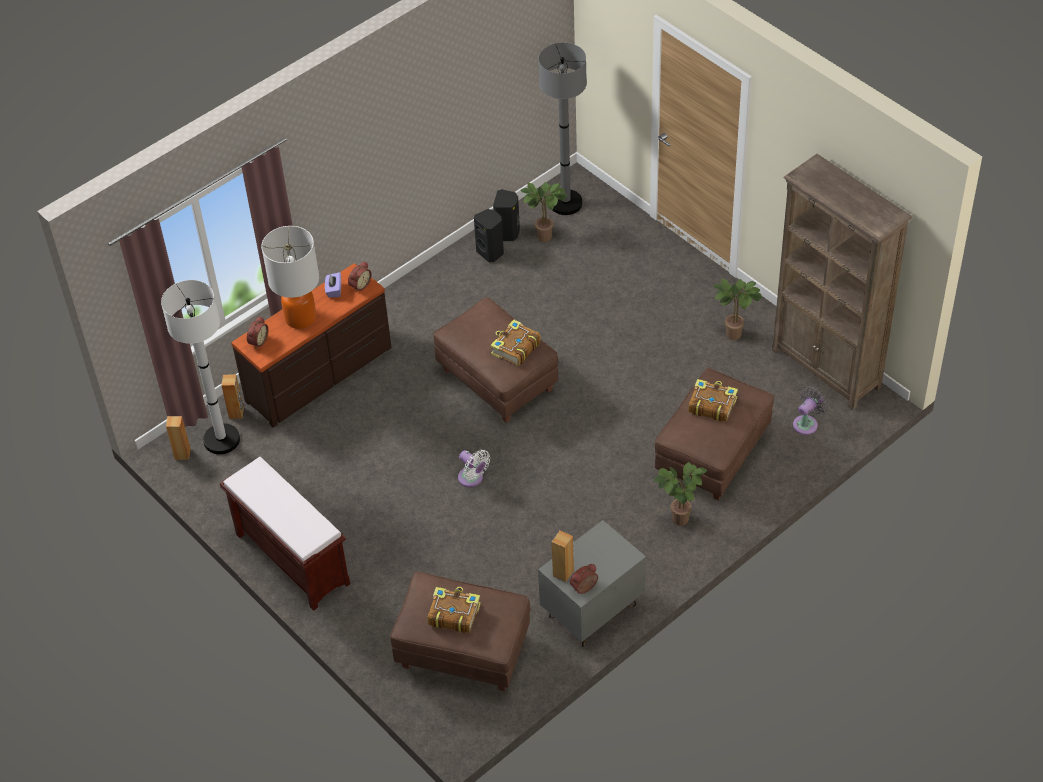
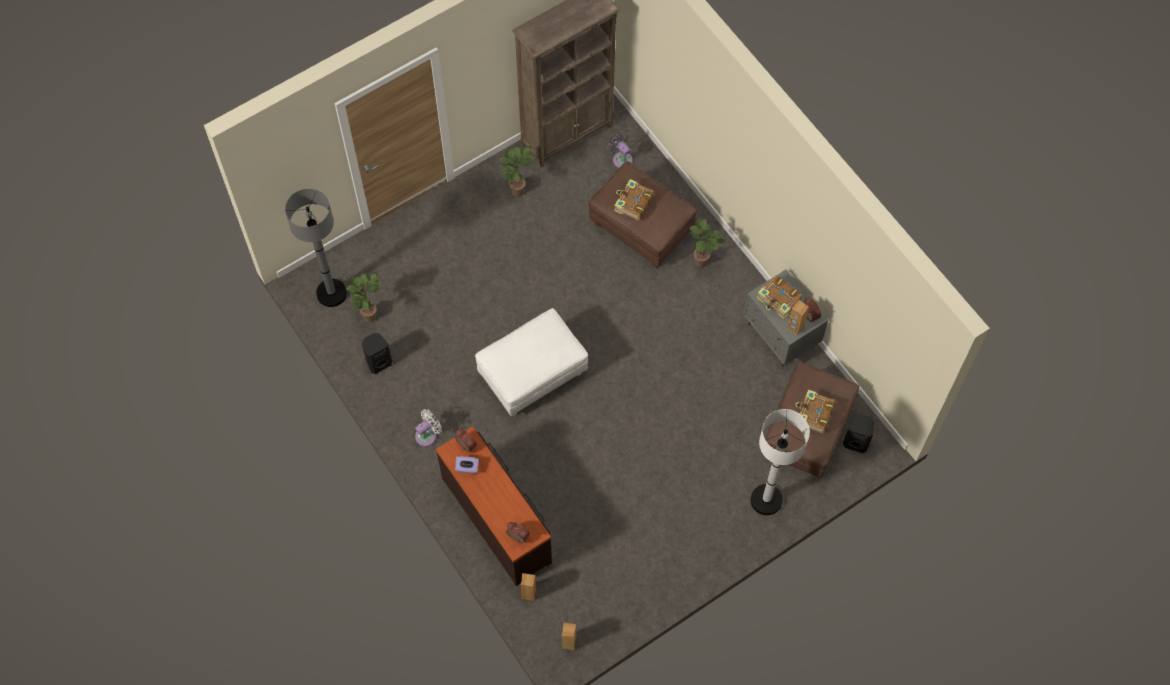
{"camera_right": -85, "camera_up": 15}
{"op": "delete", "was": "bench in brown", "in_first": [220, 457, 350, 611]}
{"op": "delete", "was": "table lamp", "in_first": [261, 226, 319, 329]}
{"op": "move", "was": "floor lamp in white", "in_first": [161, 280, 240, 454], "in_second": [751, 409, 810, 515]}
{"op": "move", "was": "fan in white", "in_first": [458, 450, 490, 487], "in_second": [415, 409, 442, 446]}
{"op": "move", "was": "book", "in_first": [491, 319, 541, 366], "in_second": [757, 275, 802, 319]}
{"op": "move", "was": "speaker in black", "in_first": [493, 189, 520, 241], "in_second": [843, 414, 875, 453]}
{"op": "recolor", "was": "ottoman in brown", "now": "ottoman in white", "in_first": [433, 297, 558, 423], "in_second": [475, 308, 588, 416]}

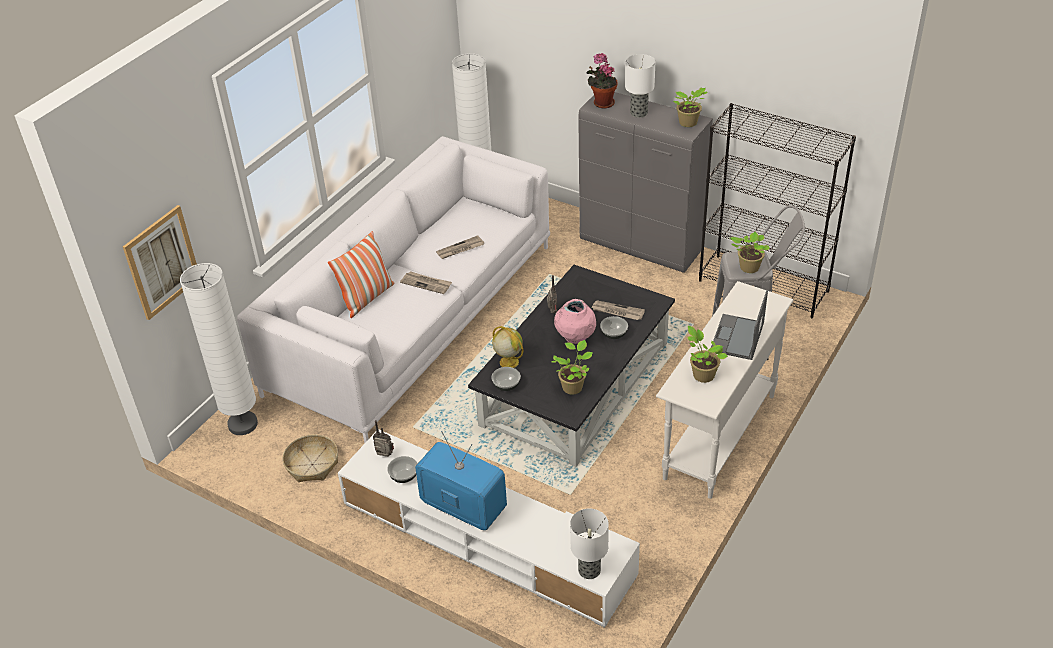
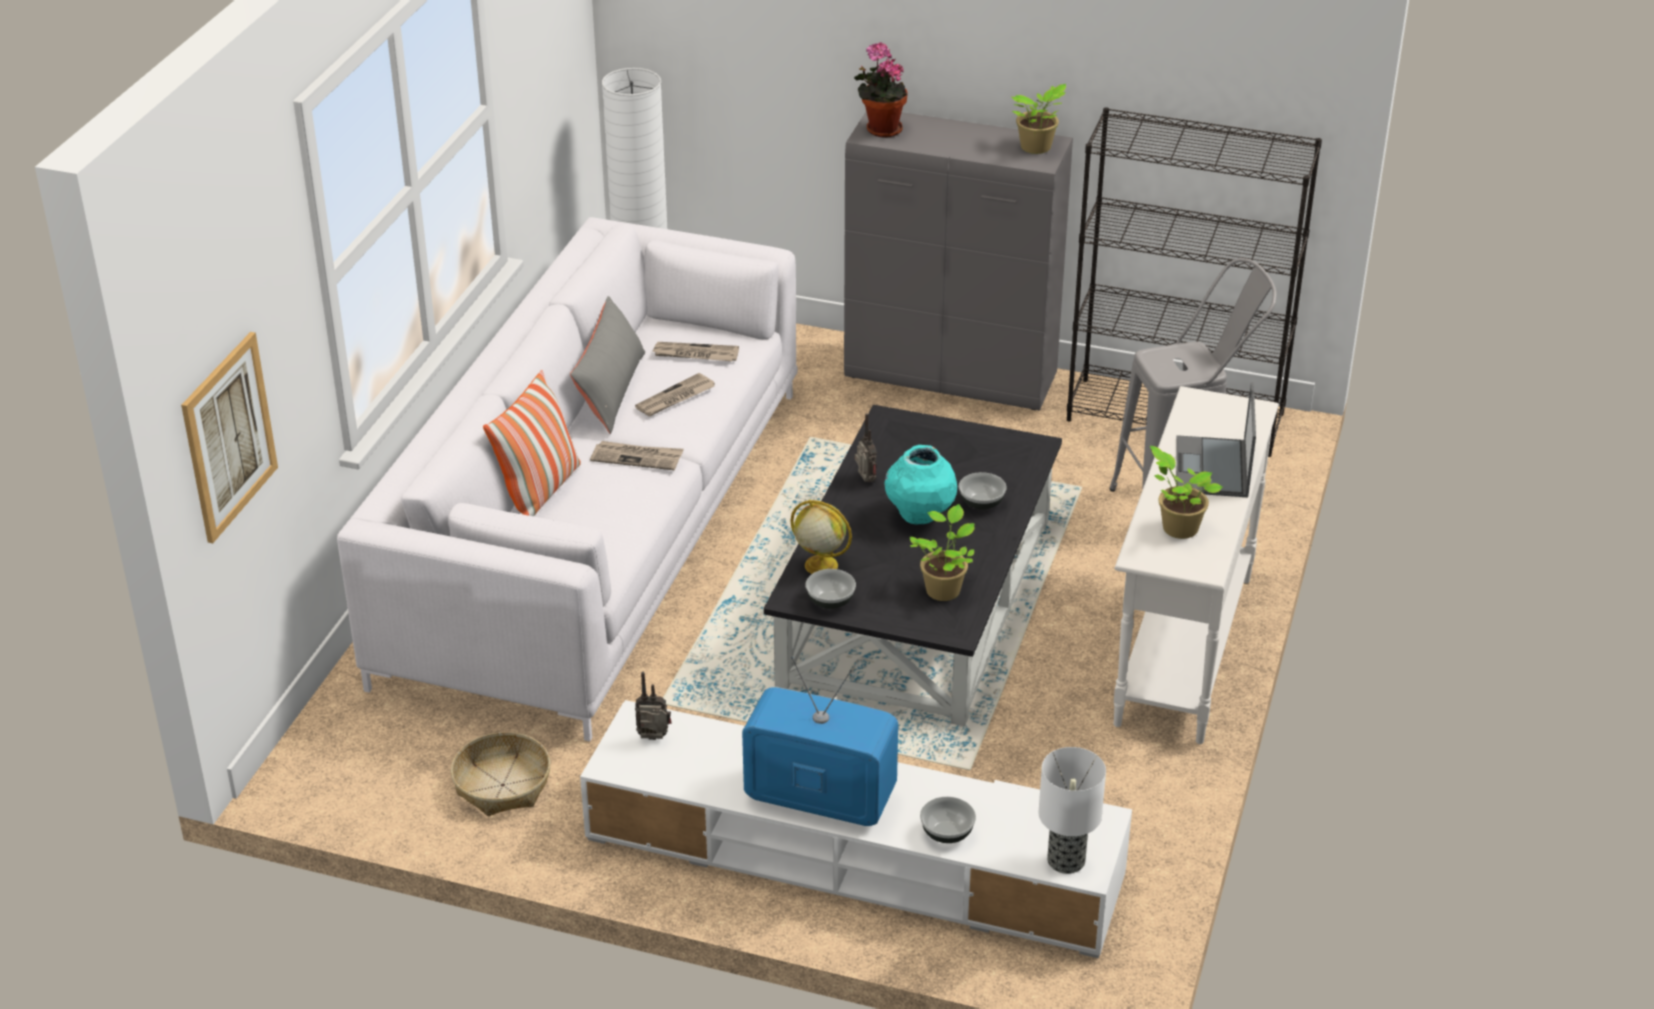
{"camera_right": -15, "camera_up": -5}
{"op": "delete", "was": "floor lamp in white", "in_first": [180, 263, 258, 435]}
{"op": "delete", "was": "table lamp", "in_first": [625, 54, 655, 118]}
{"op": "delete", "was": "potted plant", "in_first": [730, 232, 770, 273]}
{"op": "insert", "now": "pillow in grey", "in_second": [570, 296, 645, 434]}
{"op": "move", "was": "bowl", "in_first": [387, 456, 418, 483], "in_second": [920, 797, 976, 843]}
{"op": "move", "was": "newspaper", "in_first": [591, 301, 645, 320], "in_second": [652, 342, 739, 361]}
{"op": "recolor", "was": "vase in pink", "now": "vase in turquoise", "in_first": [554, 299, 596, 344], "in_second": [885, 445, 957, 525]}

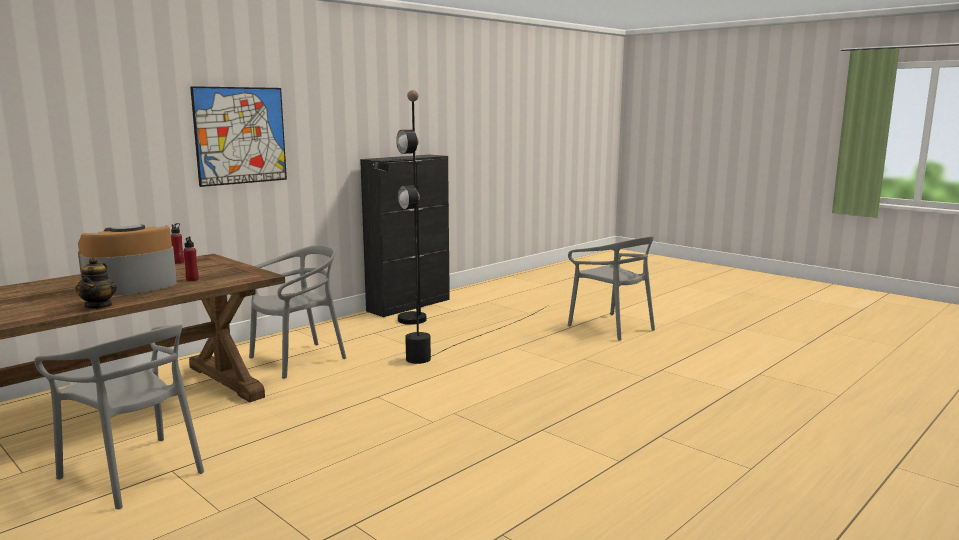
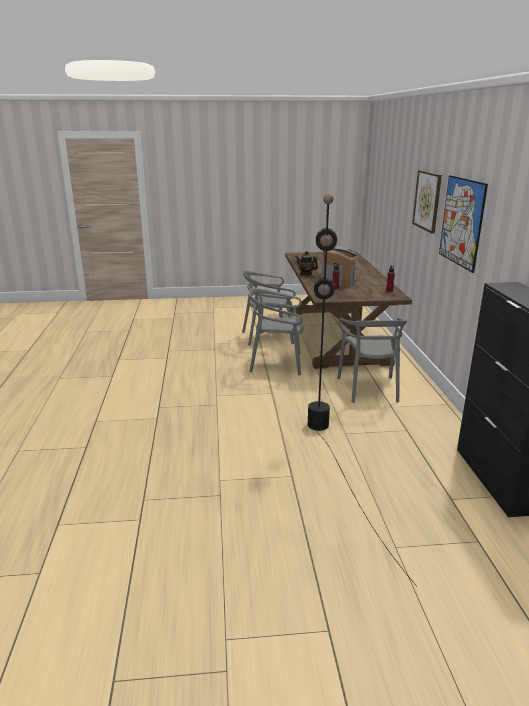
{"camera_right": 130, "camera_up": 10}
{"op": "delete", "was": "floor lamp in black", "in_first": [372, 160, 426, 325]}
{"op": "insert", "now": "picture", "in_second": [412, 170, 442, 233]}
{"op": "move", "was": "chair in grey", "in_first": [568, 236, 655, 340], "in_second": [249, 288, 303, 376]}

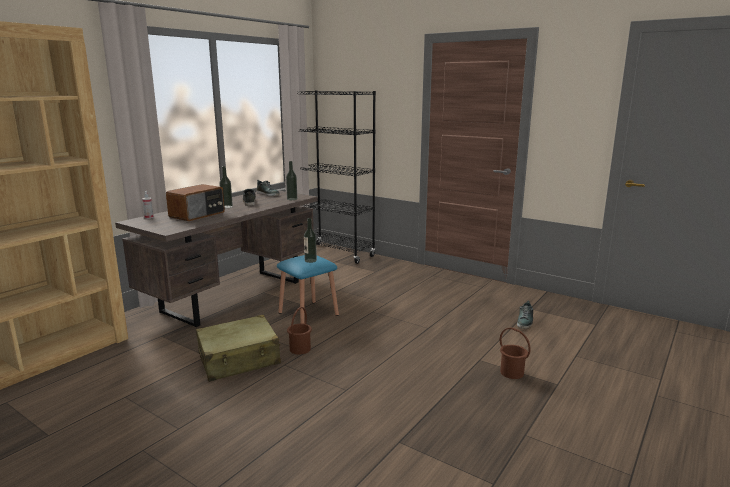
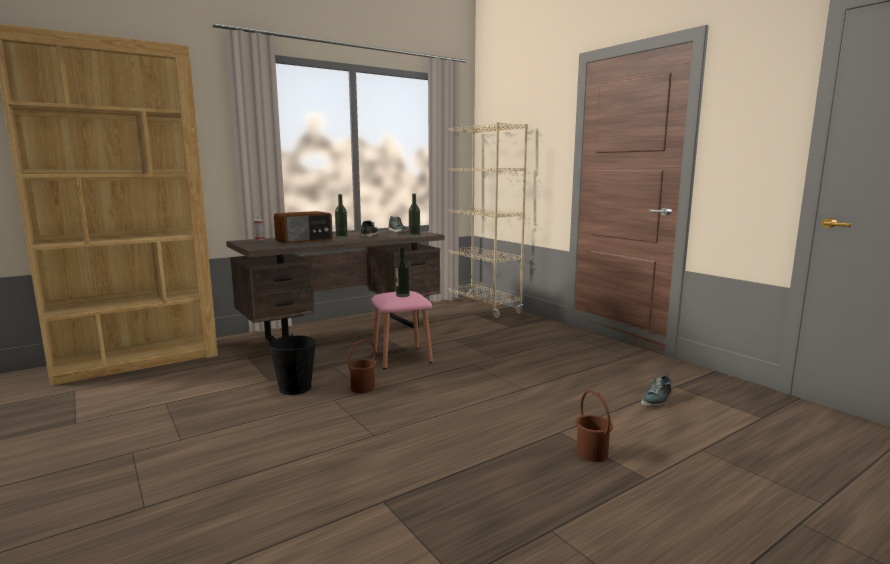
{"camera_right": 20, "camera_up": -5}
{"op": "replace", "was": "suitcase in beige", "now": "bucket in black", "in_first": [196, 315, 281, 382], "in_second": [268, 333, 316, 395]}
{"op": "recolor", "was": "stool in blue", "now": "stool in pink", "in_first": [277, 255, 339, 324], "in_second": [371, 291, 433, 369]}
{"op": "recolor", "was": "bookcase in black", "now": "bookcase in beige", "in_first": [298, 90, 376, 264], "in_second": [447, 122, 528, 318]}

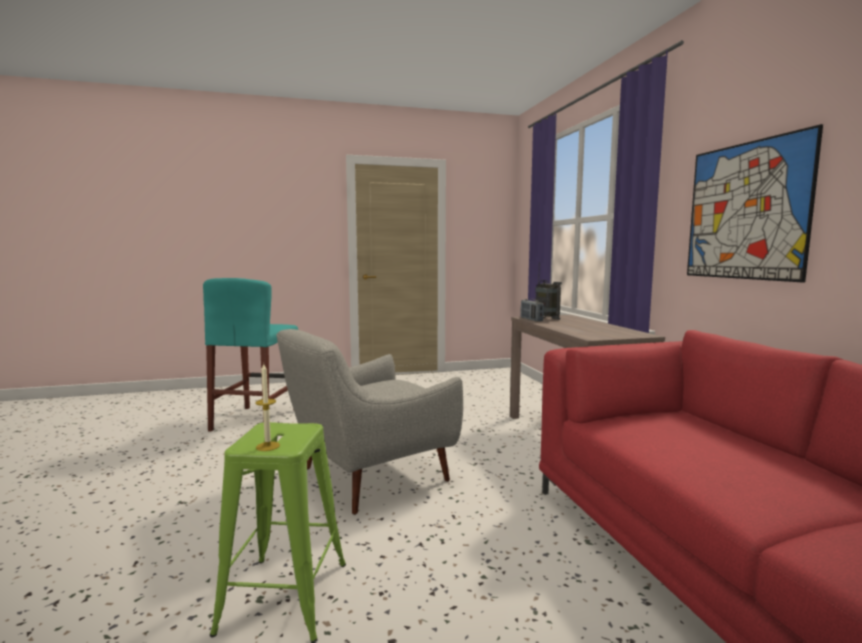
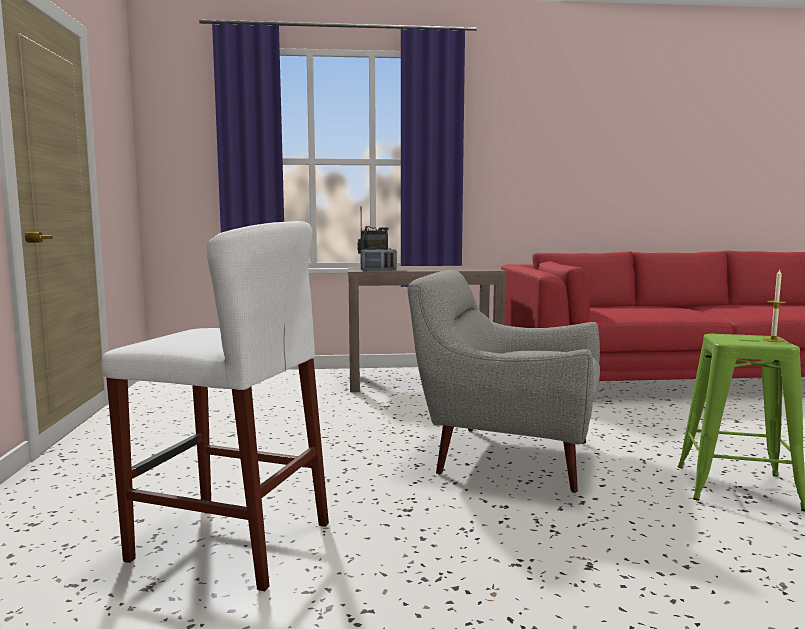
{"camera_right": -80, "camera_up": 0}
{"op": "delete", "was": "picture", "in_first": [687, 124, 823, 283]}
{"op": "recolor", "was": "stool in turquoise", "now": "stool in white", "in_first": [203, 278, 298, 432], "in_second": [101, 221, 329, 591]}
{"op": "rotate", "was": "armchair in grey", "in_first": [276, 329, 463, 515], "in_second": [407, 270, 600, 493], "clockwise": 135}

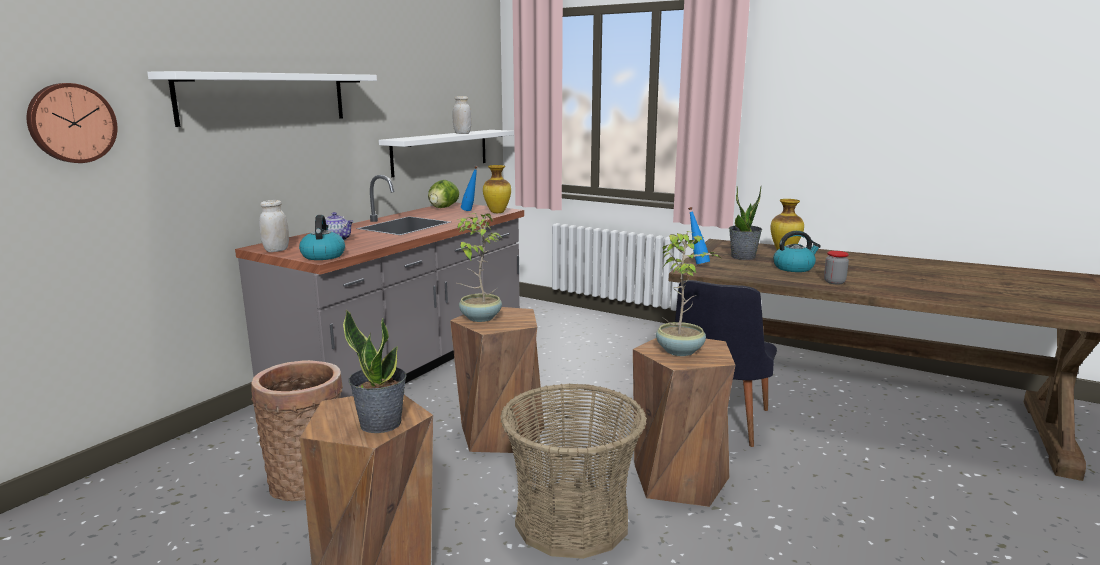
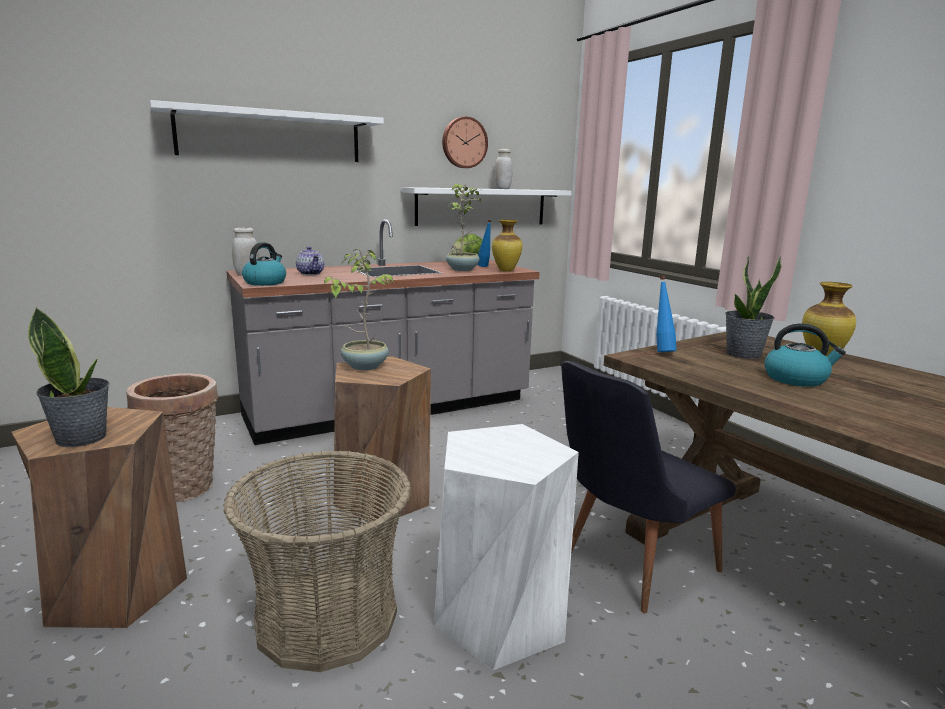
{"camera_right": 30, "camera_up": 0}
{"op": "delete", "was": "jar", "in_first": [824, 251, 849, 284]}
{"op": "move", "was": "wall clock", "in_first": [26, 83, 118, 163], "in_second": [442, 117, 488, 168]}
{"op": "move", "was": "potted plant", "in_first": [656, 231, 721, 356], "in_second": [446, 183, 482, 271]}
{"op": "recolor", "was": "stool in brown", "now": "stool in white", "in_first": [633, 338, 735, 507], "in_second": [434, 424, 579, 670]}

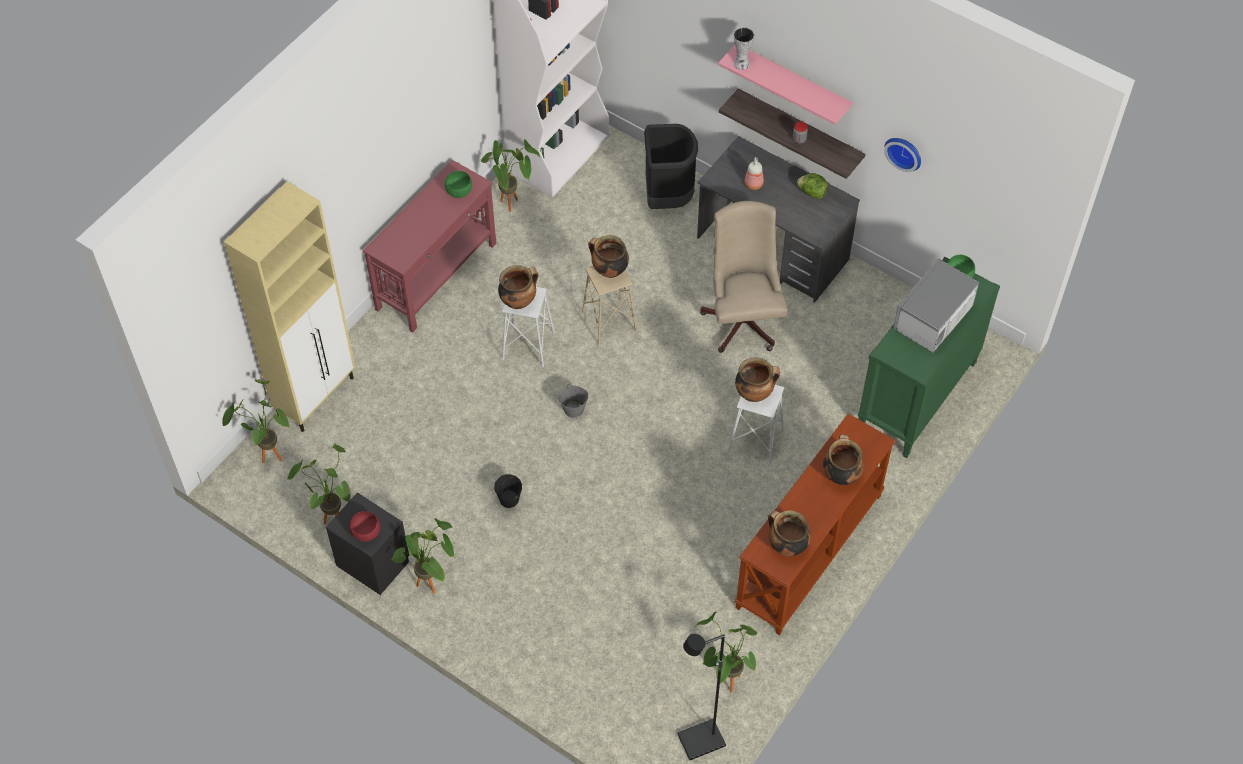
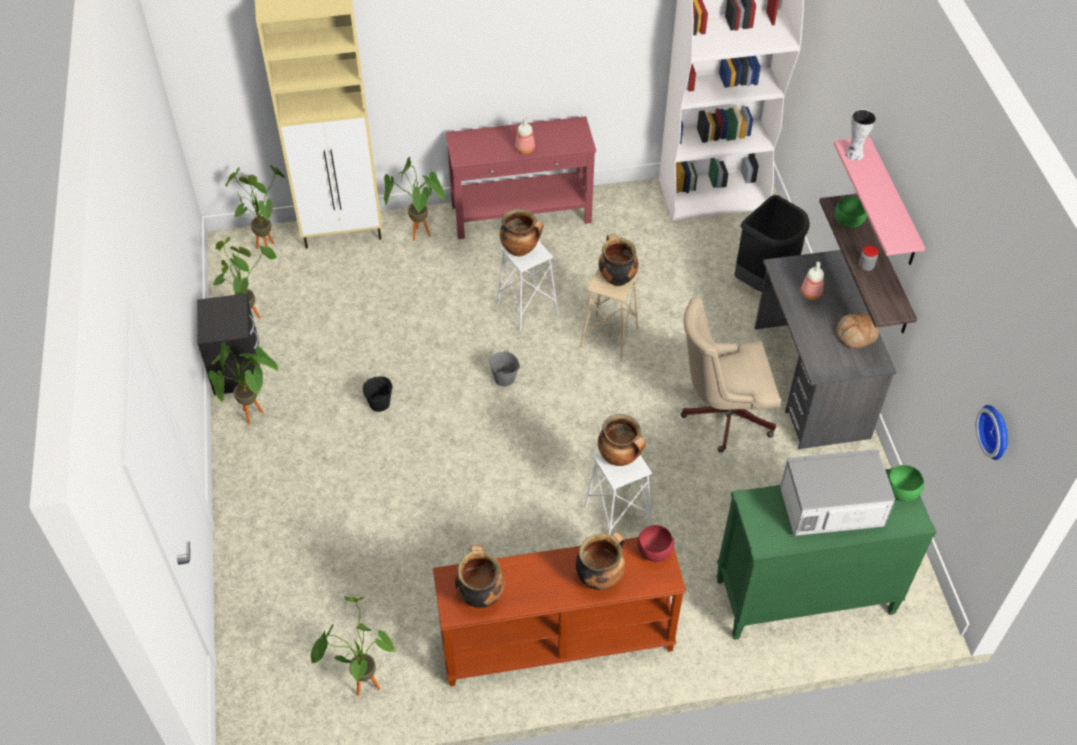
{"camera_right": 45, "camera_up": -5}
{"op": "delete", "was": "floor lamp in black", "in_first": [678, 634, 726, 760]}
{"op": "insert", "now": "bottle", "in_second": [515, 117, 535, 154]}
{"op": "move", "was": "bowl in red", "in_first": [349, 511, 380, 542], "in_second": [637, 525, 674, 562]}
{"op": "move", "was": "bowl in green", "in_first": [445, 171, 472, 198], "in_second": [835, 197, 867, 228]}
{"op": "move", "was": "potted plant", "in_first": [480, 139, 540, 212], "in_second": [384, 157, 445, 241]}
{"op": "move", "was": "wall clock", "in_first": [884, 138, 921, 172], "in_second": [976, 405, 1008, 460]}
{"op": "replace", "was": "lettuce", "now": "bread", "in_first": [797, 173, 828, 199], "in_second": [836, 314, 879, 349]}
{"op": "rotate", "was": "office chair in beige", "in_first": [700, 201, 788, 353], "in_second": [681, 297, 781, 453], "clockwise": -135}

